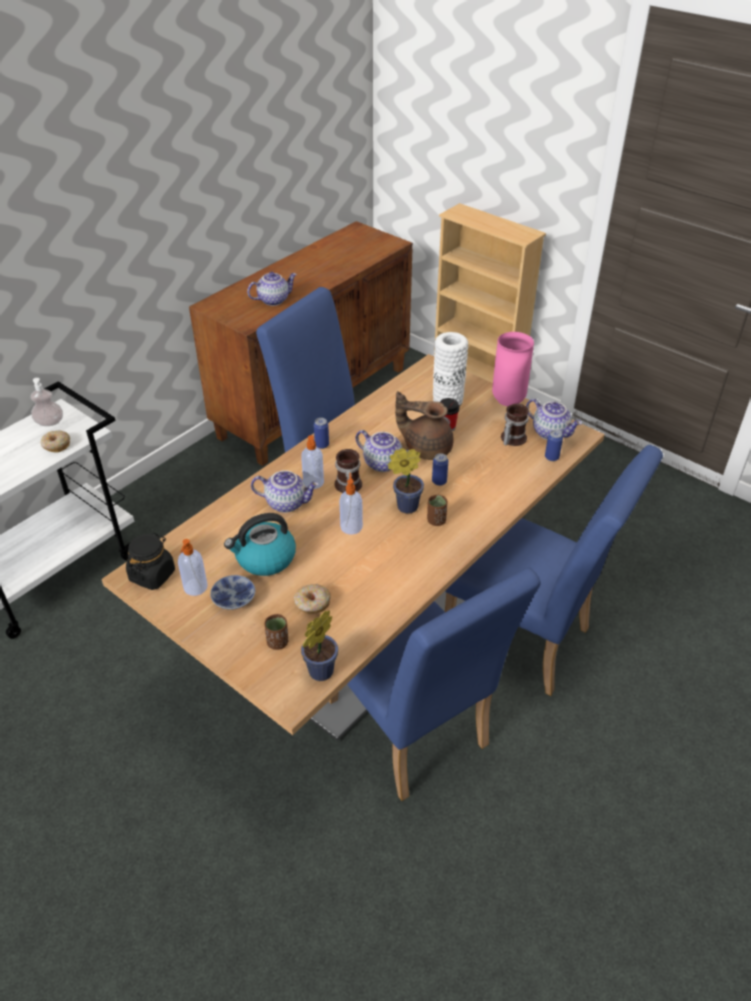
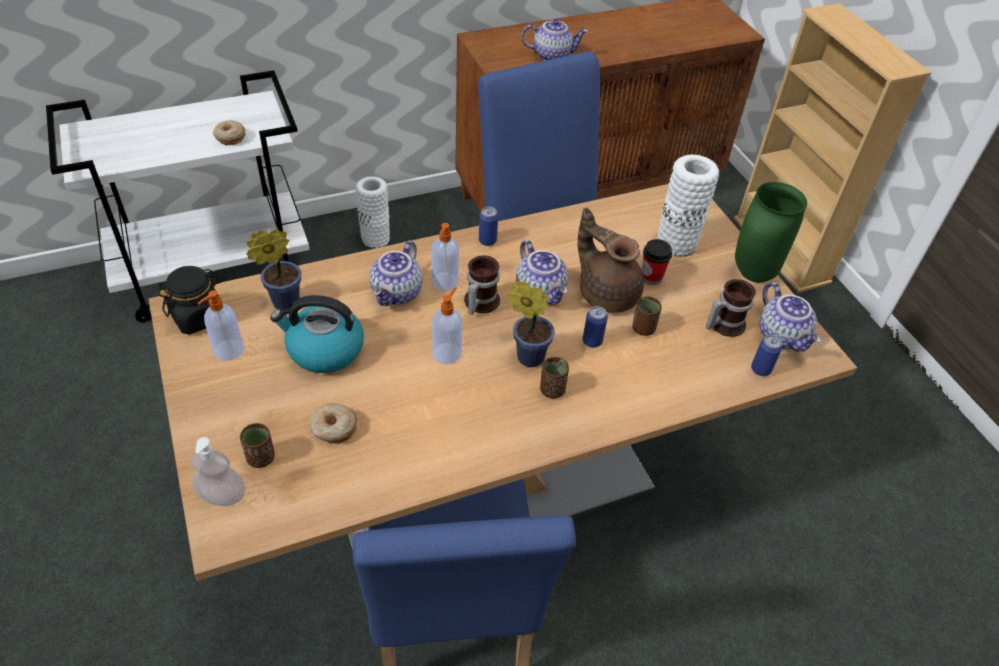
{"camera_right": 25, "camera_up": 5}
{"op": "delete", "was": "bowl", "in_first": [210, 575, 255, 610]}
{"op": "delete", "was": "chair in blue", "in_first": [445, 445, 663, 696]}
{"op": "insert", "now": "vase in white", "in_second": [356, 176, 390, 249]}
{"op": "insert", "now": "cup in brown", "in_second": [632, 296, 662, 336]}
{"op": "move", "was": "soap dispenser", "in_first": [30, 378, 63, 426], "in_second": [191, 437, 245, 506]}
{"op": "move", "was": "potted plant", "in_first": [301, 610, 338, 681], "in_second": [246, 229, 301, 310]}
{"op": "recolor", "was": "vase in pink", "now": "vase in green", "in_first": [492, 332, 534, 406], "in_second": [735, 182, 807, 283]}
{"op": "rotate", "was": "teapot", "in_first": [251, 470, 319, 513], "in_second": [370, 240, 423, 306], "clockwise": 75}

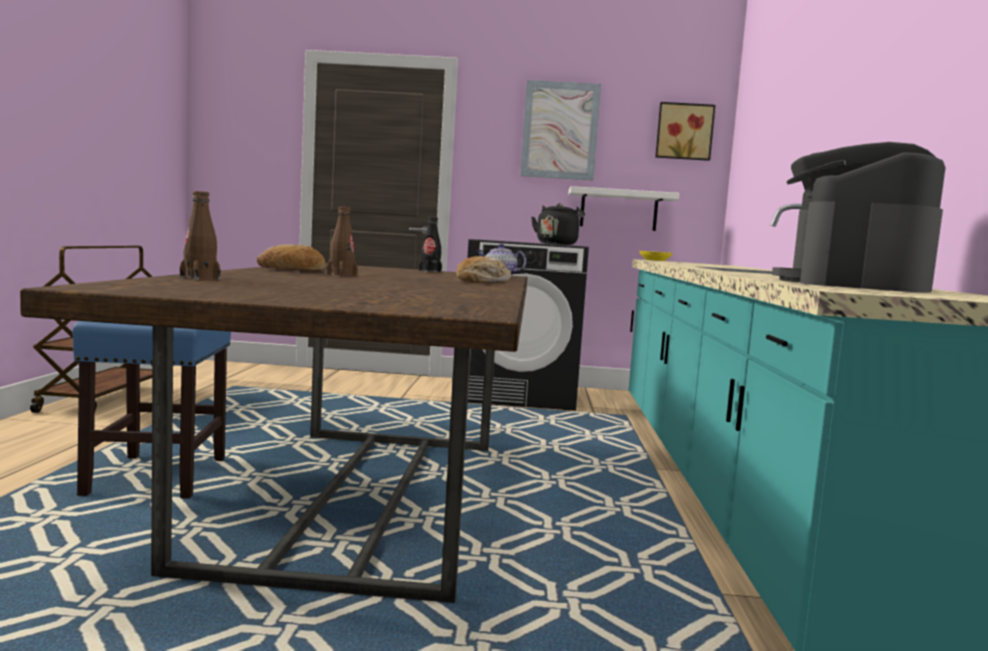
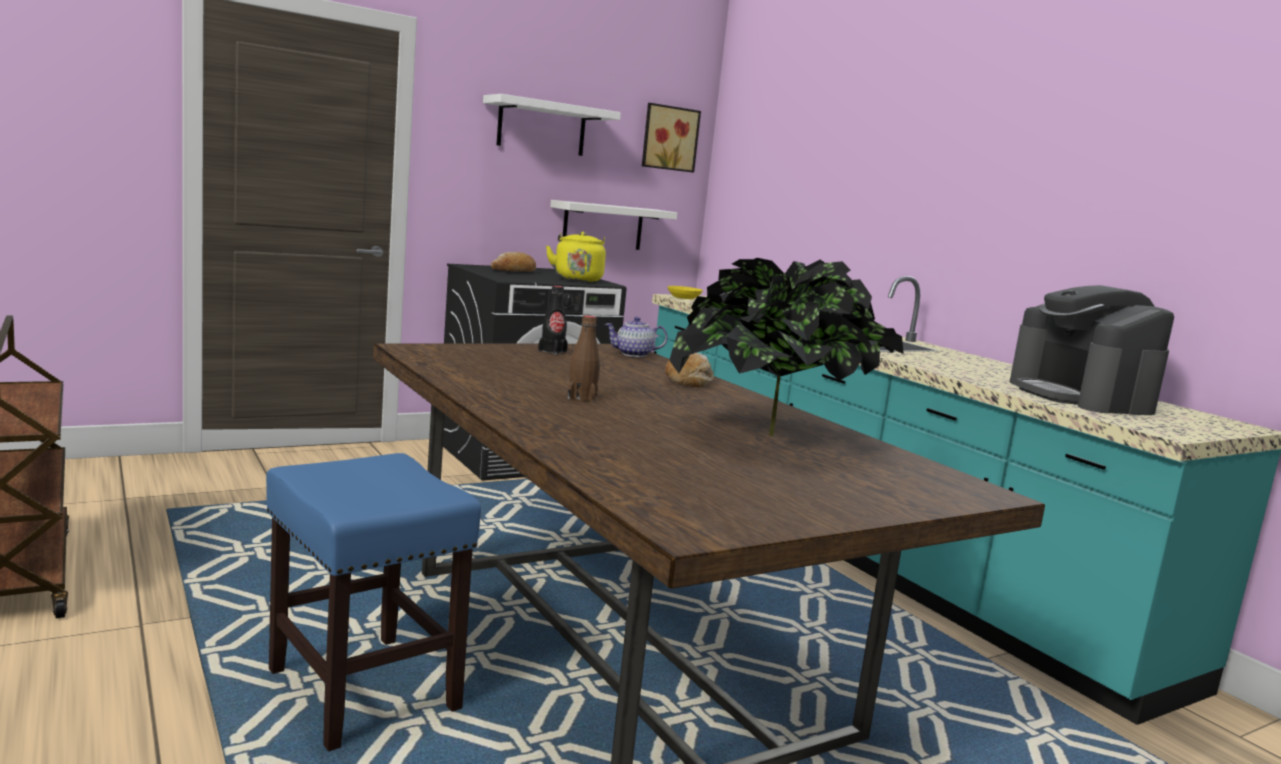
{"camera_right": -35, "camera_up": 5}
{"op": "delete", "was": "bottle in brown", "in_first": [179, 191, 221, 280]}
{"op": "insert", "now": "potted plant", "in_second": [669, 258, 903, 436]}
{"op": "move", "was": "bread", "in_first": [257, 244, 326, 272], "in_second": [491, 252, 536, 272]}
{"op": "replace", "was": "picture", "now": "shelf in white", "in_first": [521, 80, 601, 180], "in_second": [483, 94, 621, 156]}
{"op": "recolor", "was": "kettle in black", "now": "kettle in yellow", "in_first": [531, 203, 585, 245], "in_second": [546, 232, 606, 282]}

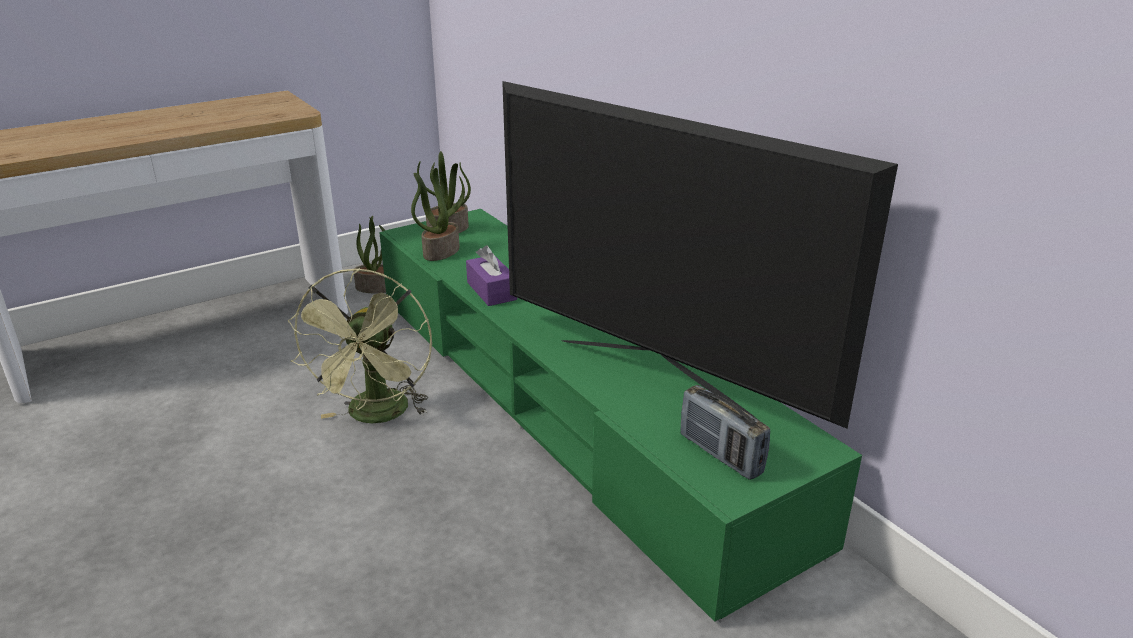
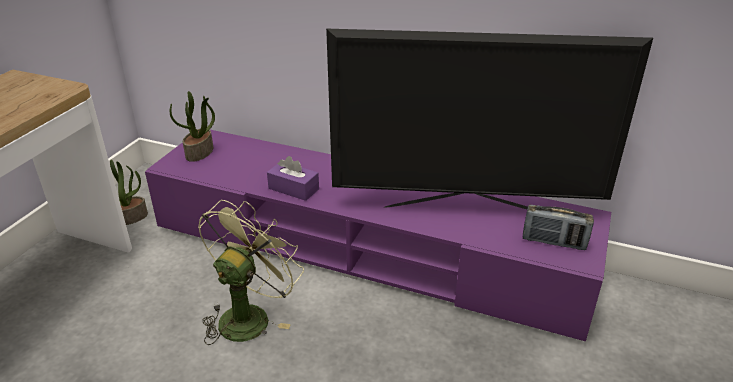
{"camera_right": -35, "camera_up": 5}
{"op": "delete", "was": "potted plant", "in_first": [411, 168, 465, 261]}
{"op": "recolor", "was": "tv stand in green", "now": "tv stand in purple", "in_first": [379, 209, 862, 623], "in_second": [145, 130, 611, 341]}
{"op": "rotate", "was": "fan in green", "in_first": [288, 268, 432, 423], "in_second": [198, 200, 304, 345], "clockwise": -120}

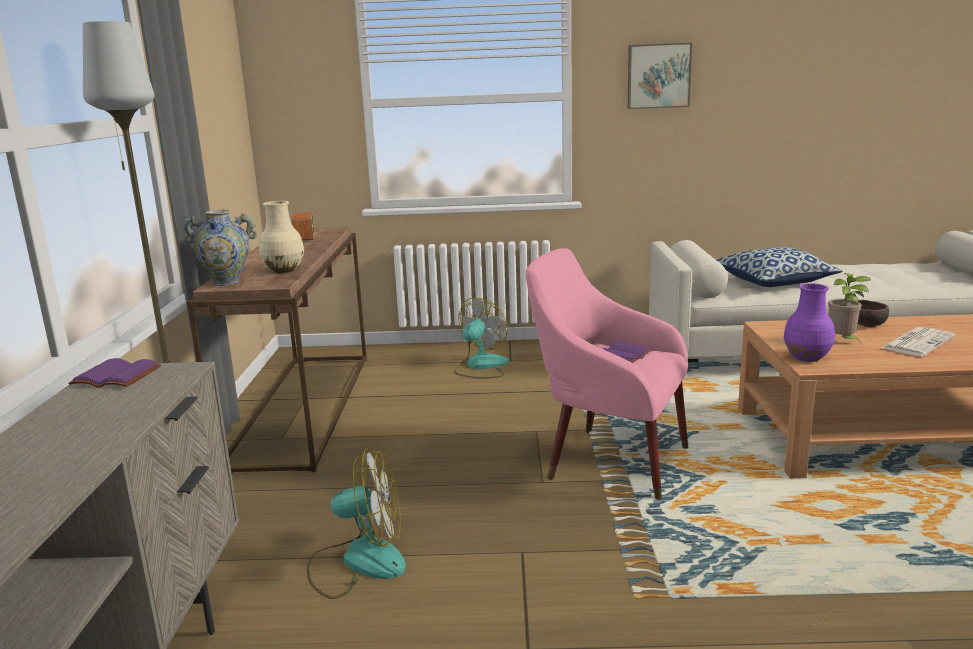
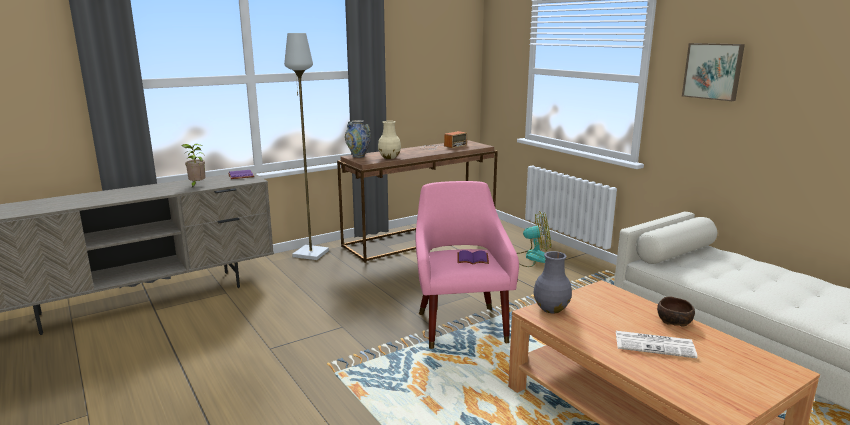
{"camera_right": 55, "camera_up": 0}
{"op": "delete", "was": "fan", "in_first": [307, 448, 406, 599]}
{"op": "delete", "was": "pillow", "in_first": [715, 247, 843, 287]}
{"op": "move", "was": "potted plant", "in_first": [828, 273, 871, 344], "in_second": [181, 144, 206, 187]}
{"op": "recolor", "was": "vase in purple", "now": "vase in grey", "in_first": [784, 283, 835, 362], "in_second": [534, 251, 572, 313]}

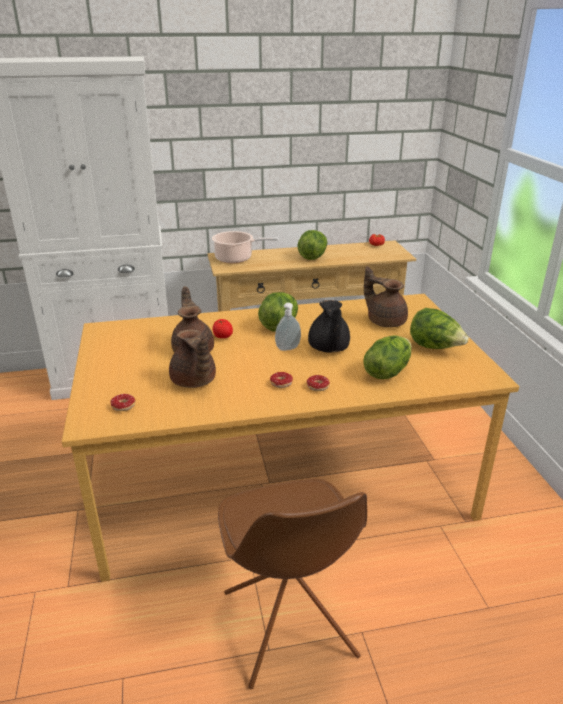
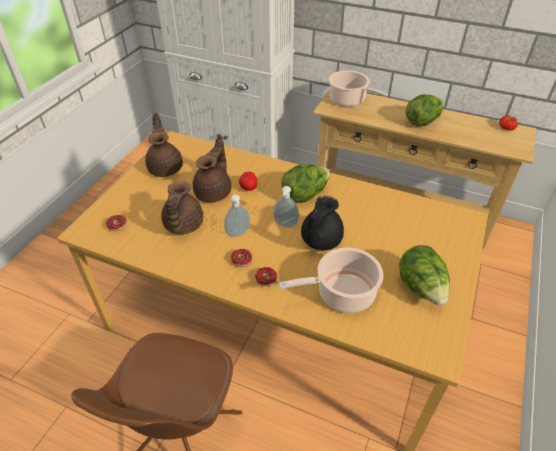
{"camera_right": 35, "camera_up": 15}
{"op": "insert", "now": "soap dispenser", "in_second": [224, 195, 250, 237]}
{"op": "move", "was": "teapot in brown", "in_first": [364, 266, 408, 328], "in_second": [145, 113, 183, 177]}
{"op": "replace", "was": "lettuce", "now": "cooking pot", "in_first": [363, 335, 411, 379], "in_second": [279, 248, 384, 313]}

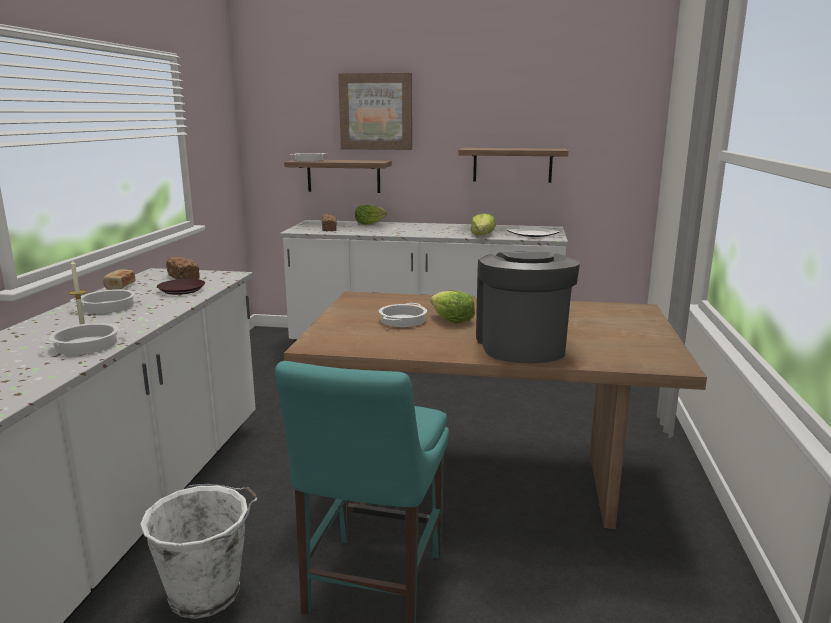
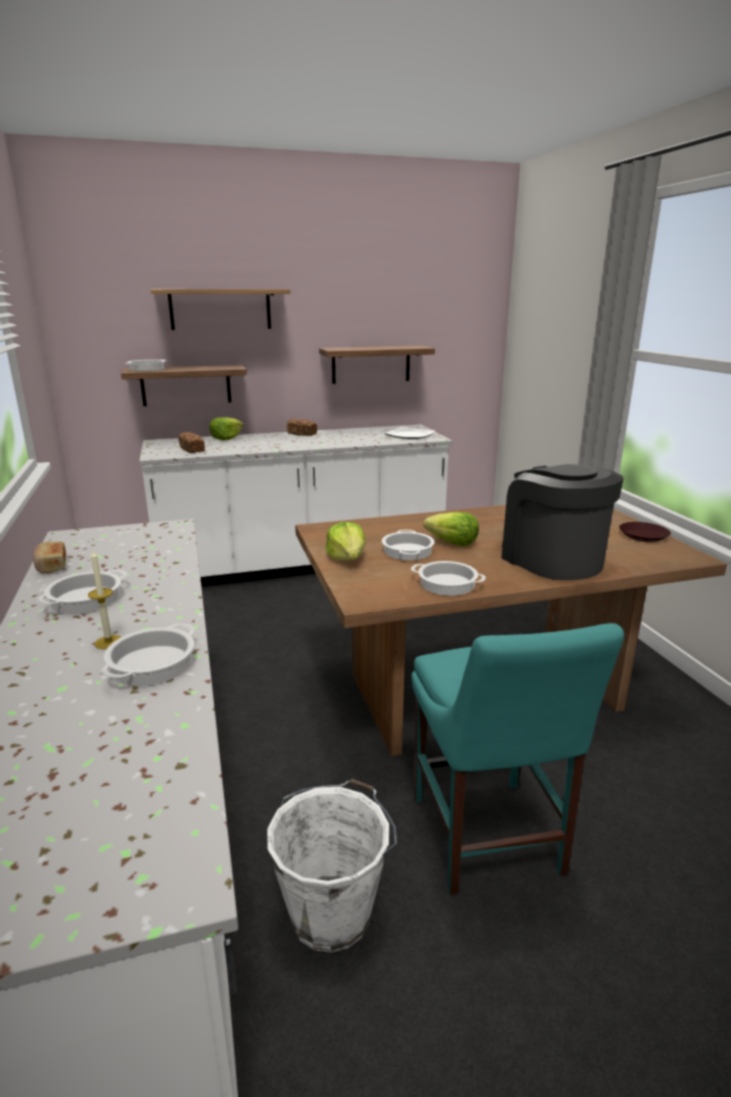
{"camera_right": -25, "camera_up": 5}
{"op": "insert", "now": "cooking pot", "in_second": [411, 561, 486, 596]}
{"op": "move", "was": "plate in brown", "in_first": [157, 279, 205, 295], "in_second": [619, 522, 671, 542]}
{"op": "move", "was": "bread", "in_first": [166, 256, 200, 280], "in_second": [287, 419, 317, 436]}
{"op": "move", "was": "lettuce", "in_first": [470, 213, 496, 235], "in_second": [325, 522, 366, 561]}
{"op": "replace", "was": "picture", "now": "shelf", "in_first": [338, 73, 412, 150], "in_second": [151, 289, 290, 330]}

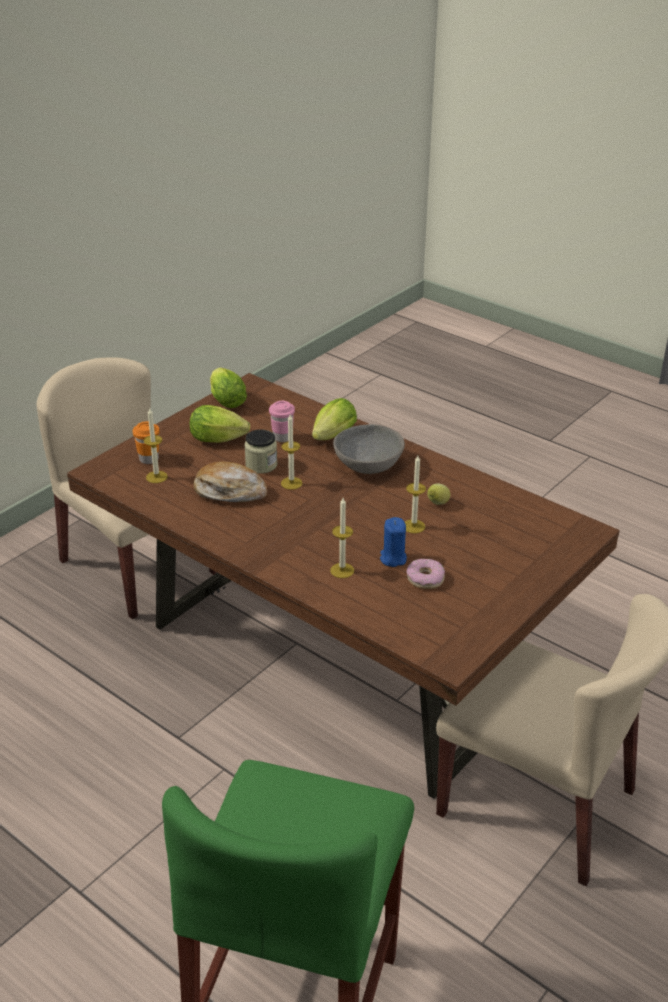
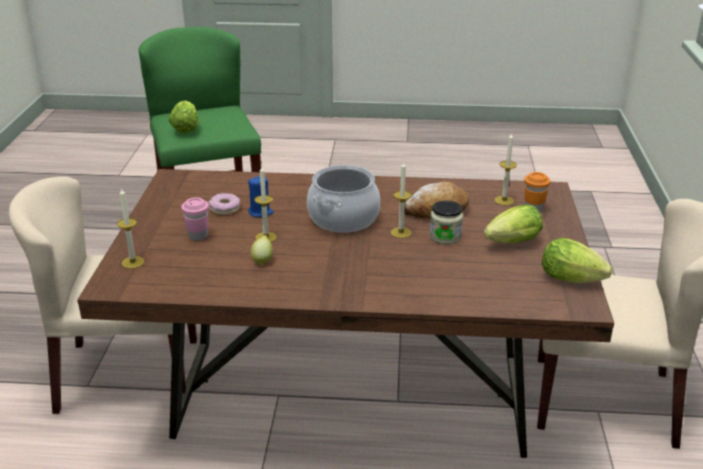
{"camera_right": 145, "camera_up": -5}
{"op": "delete", "was": "bowl in grey", "in_first": [333, 424, 405, 474]}
{"op": "insert", "now": "cooking pot", "in_second": [307, 165, 380, 233]}
{"op": "move", "was": "cup in pink", "in_first": [269, 401, 295, 442], "in_second": [181, 197, 209, 241]}
{"op": "move", "was": "lettuce", "in_first": [312, 398, 357, 440], "in_second": [169, 100, 199, 133]}
{"op": "move", "was": "candle", "in_first": [330, 498, 354, 578], "in_second": [117, 188, 145, 269]}

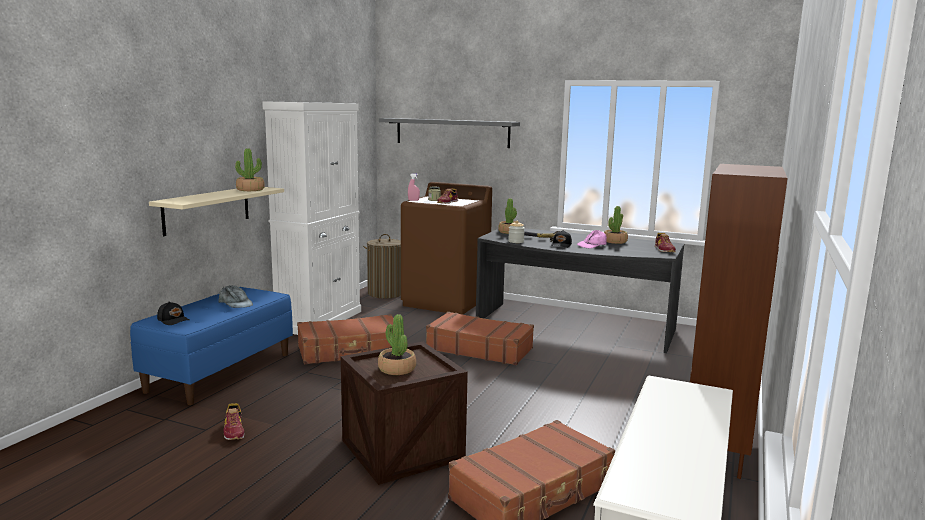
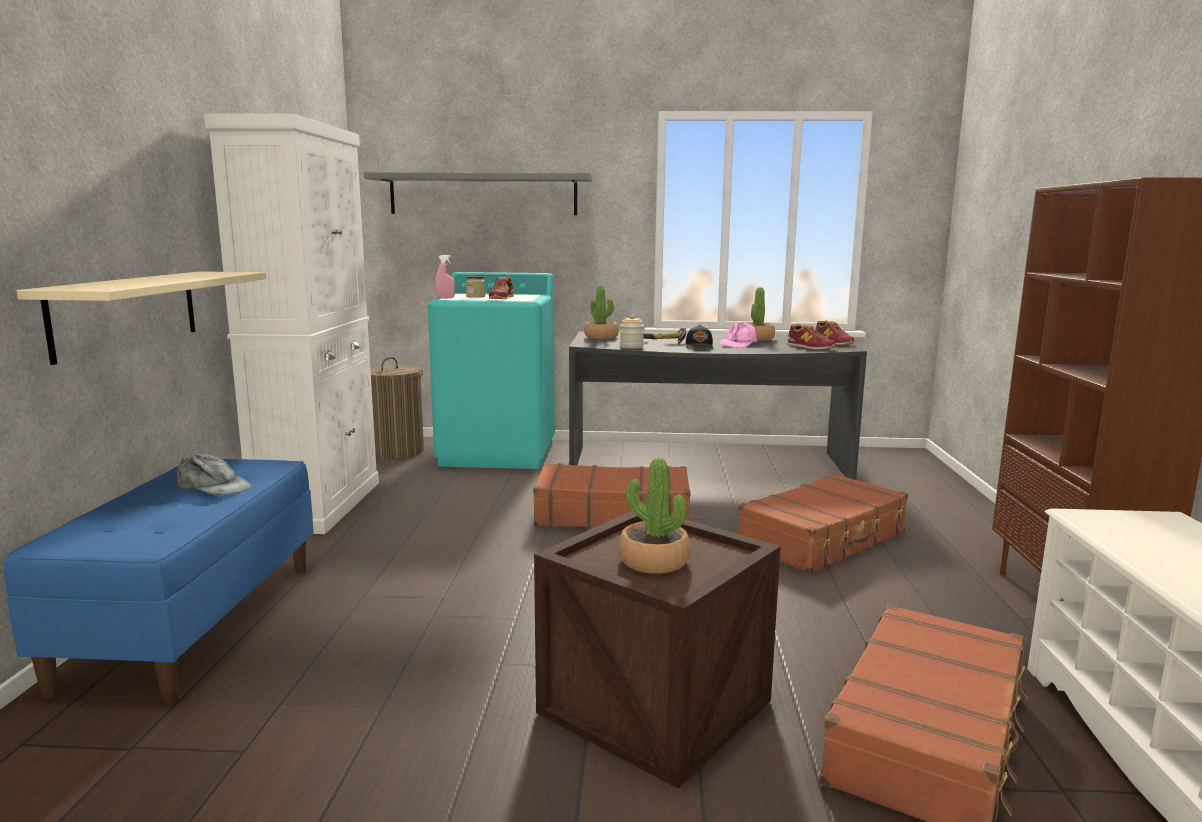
{"camera_right": -20, "camera_up": 0}
{"op": "delete", "was": "cap in black", "in_first": [157, 302, 190, 325]}
{"op": "delete", "was": "potted plant", "in_first": [235, 148, 265, 191]}
{"op": "move", "was": "shoe", "in_first": [224, 403, 244, 440], "in_second": [787, 324, 835, 349]}
{"op": "move", "was": "suitcase in brown", "in_first": [297, 314, 393, 364], "in_second": [738, 473, 908, 573]}
{"op": "recolor", "was": "washing machine in brown", "now": "washing machine in turquoise", "in_first": [401, 182, 492, 315], "in_second": [428, 272, 555, 469]}

